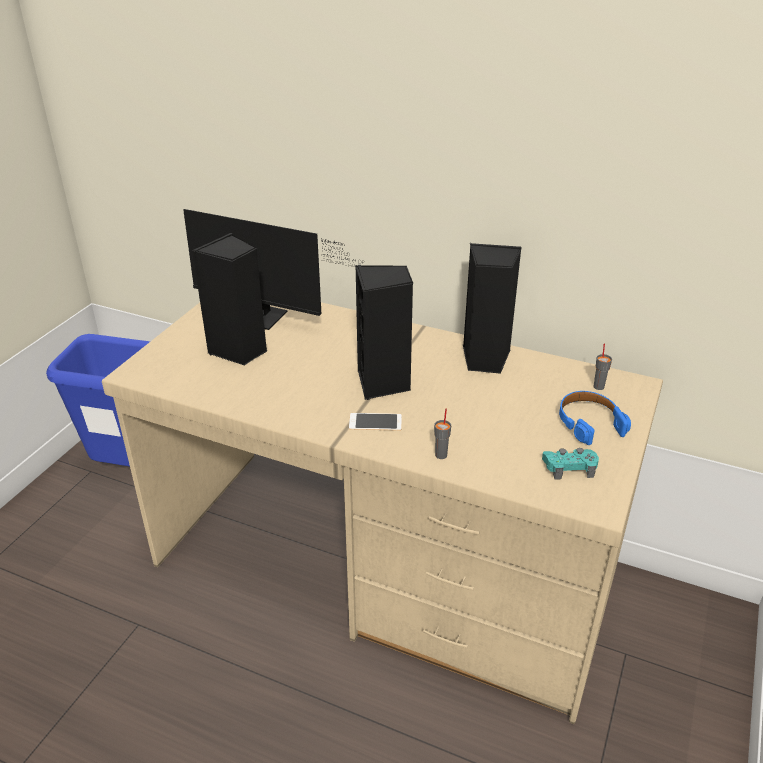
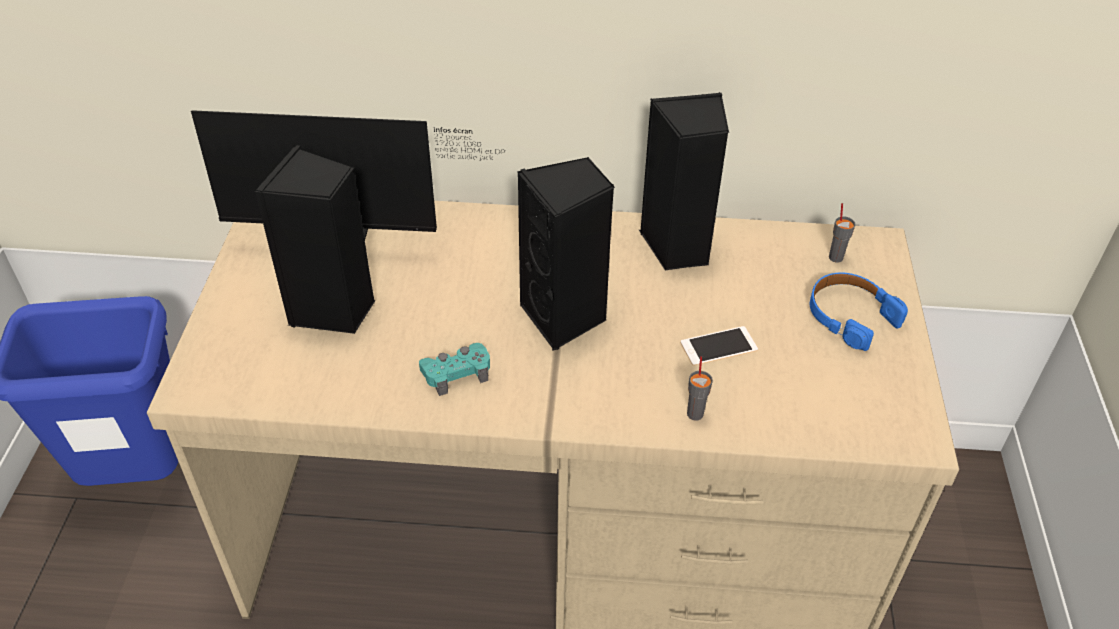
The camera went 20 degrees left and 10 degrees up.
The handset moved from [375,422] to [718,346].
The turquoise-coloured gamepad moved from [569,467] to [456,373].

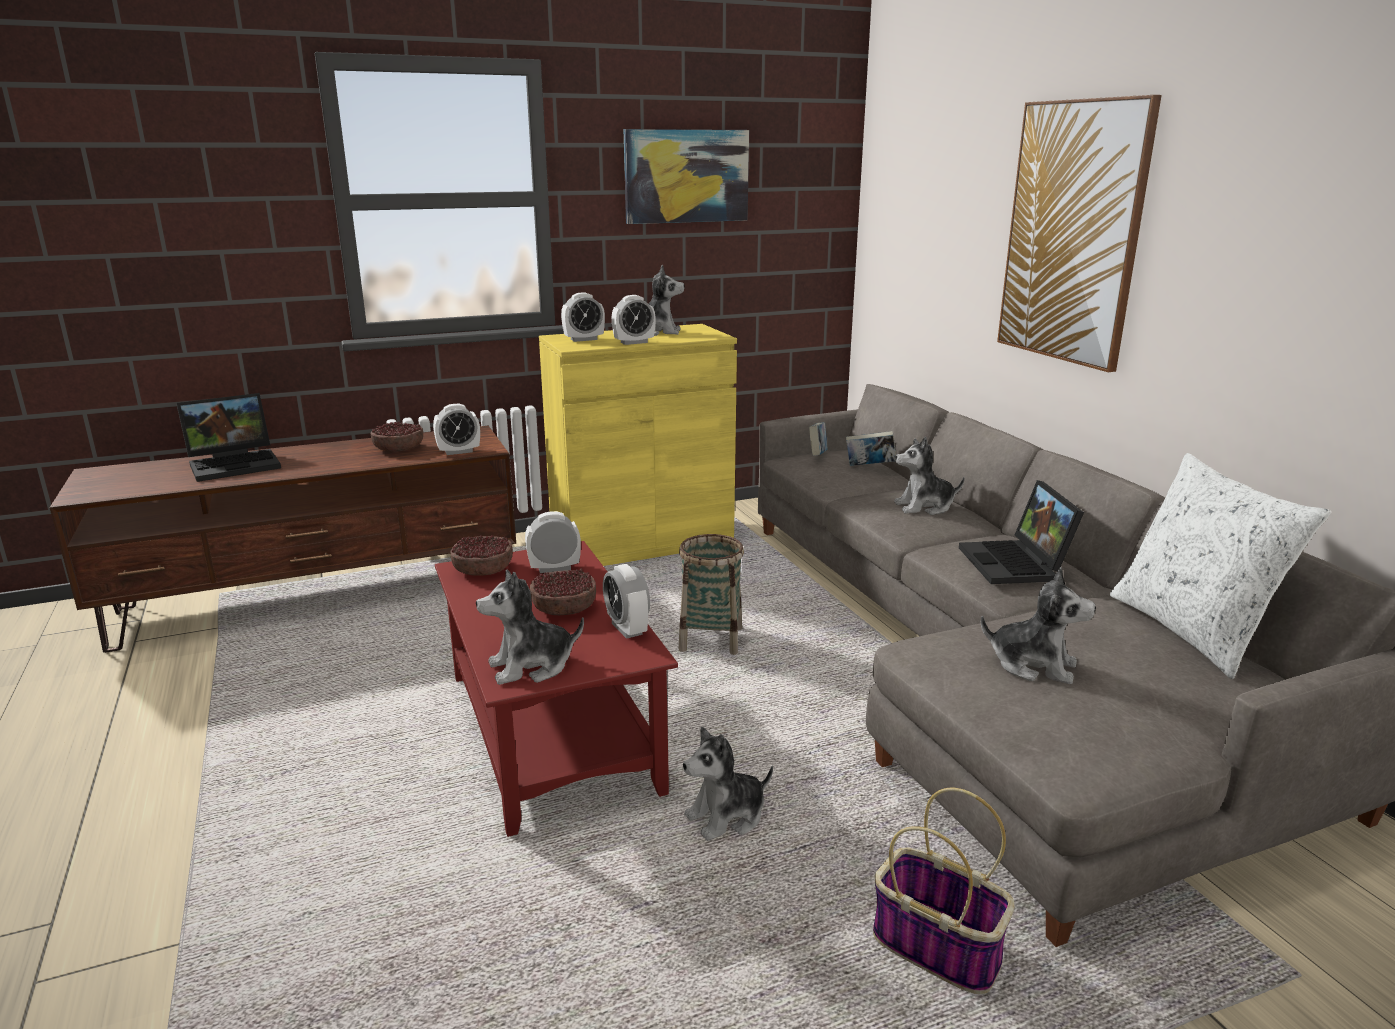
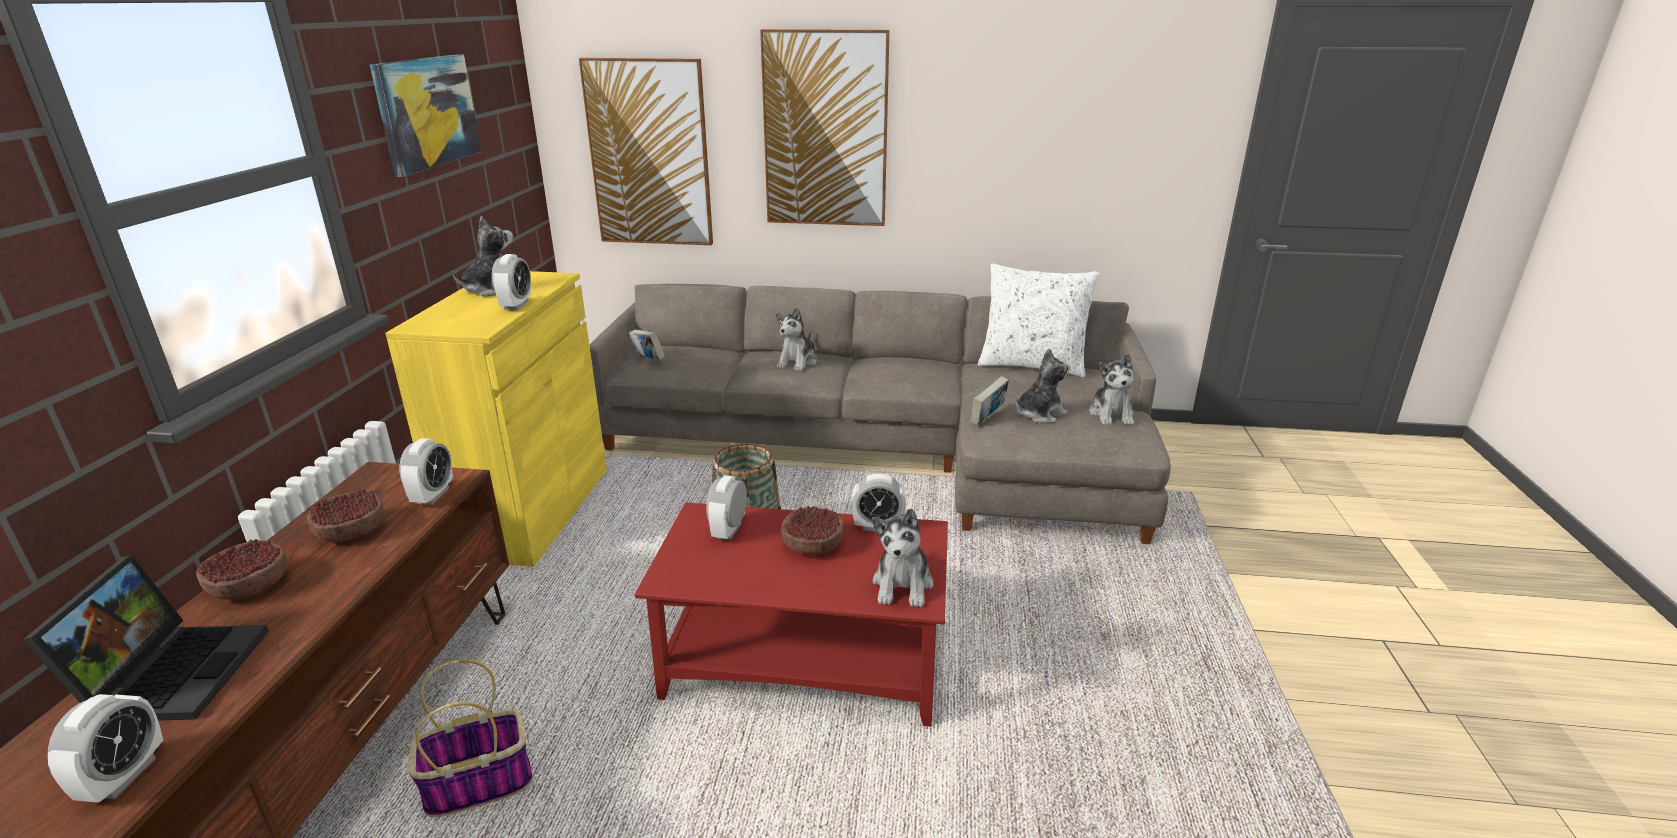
The camera went 60 degrees left and 5 degrees up.
The bowl moved from [483,569] to [248,585].
The table clock moved from [584,339] to [124,777].
The soft toy moved from [727,816] to [1111,414].
The book moved from [869,467] to [987,418].
The household basket moved from [939,947] to [480,783].
The laptop at [1017,564] disappeared.
The wall picture at [649,154] appeared.

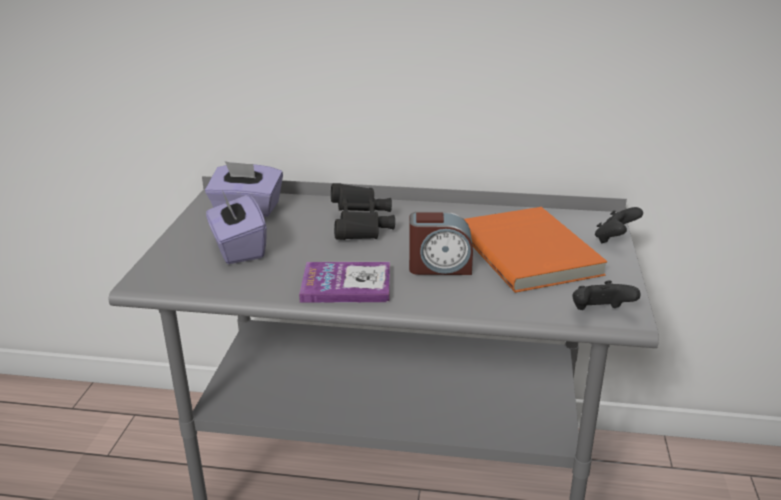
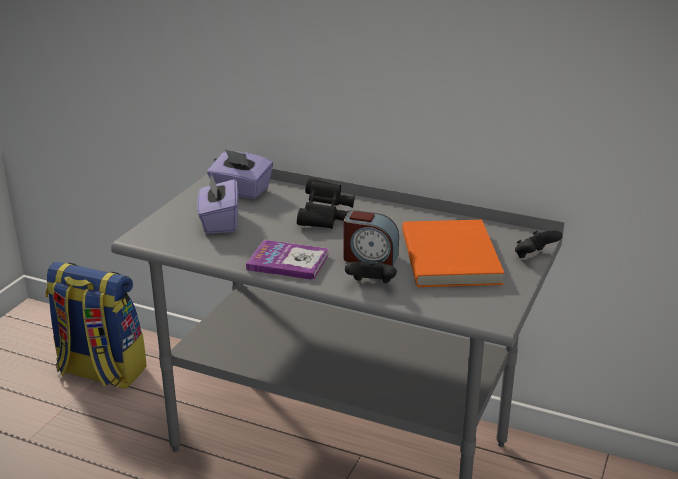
The camera went 15 degrees right and 0 degrees up.
The black-coloured gamepad moved from [599,313] to [371,285].
The backpack at [100,372] appeared.

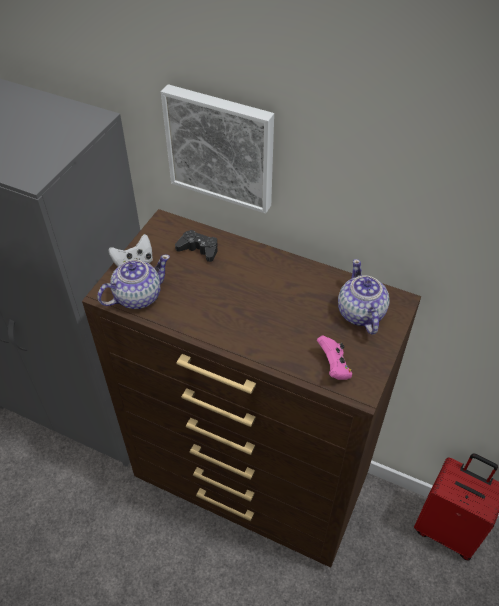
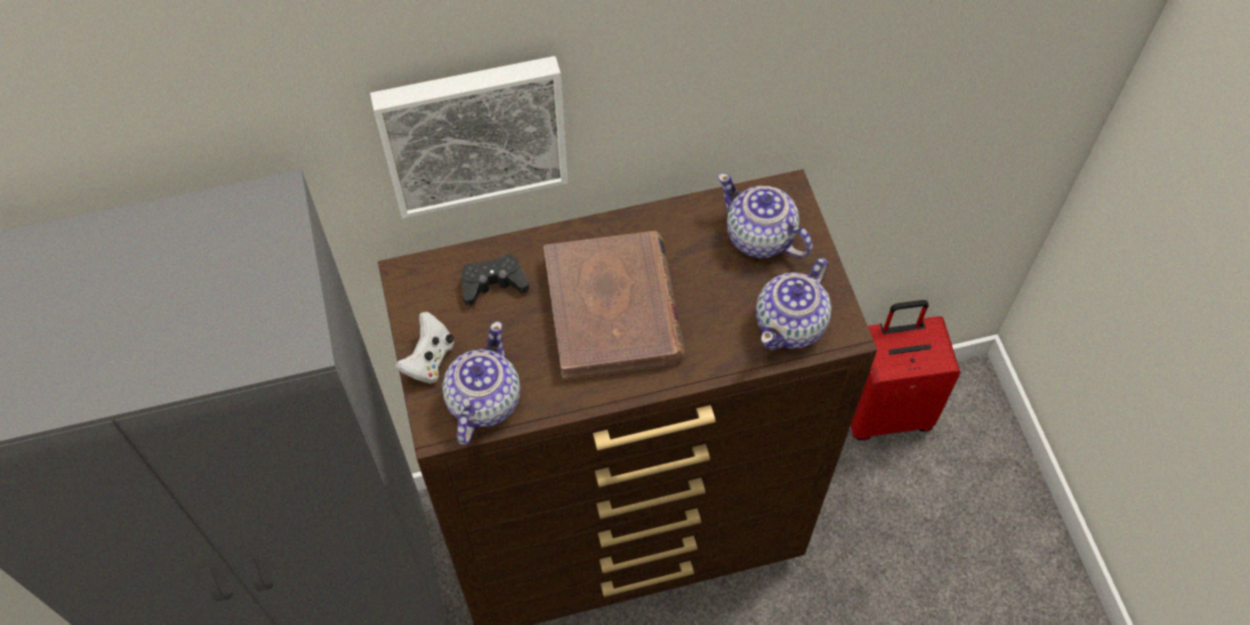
The camera went 40 degrees left and 10 degrees up.
The pink gamepad at [334,367] was replaced by the pot for tea at [791,324].
The brown-coloured book at [613,309] appeared.

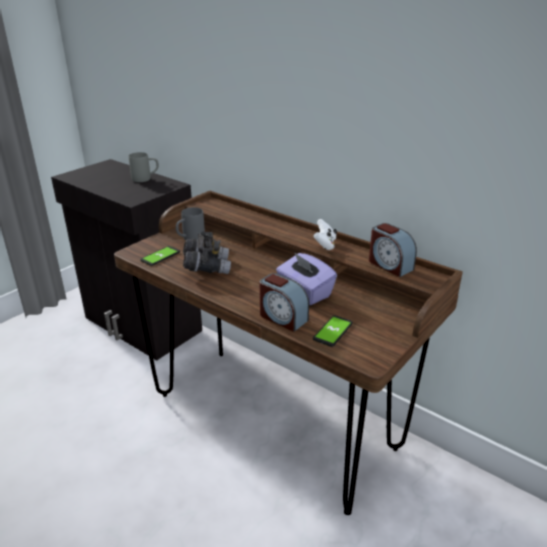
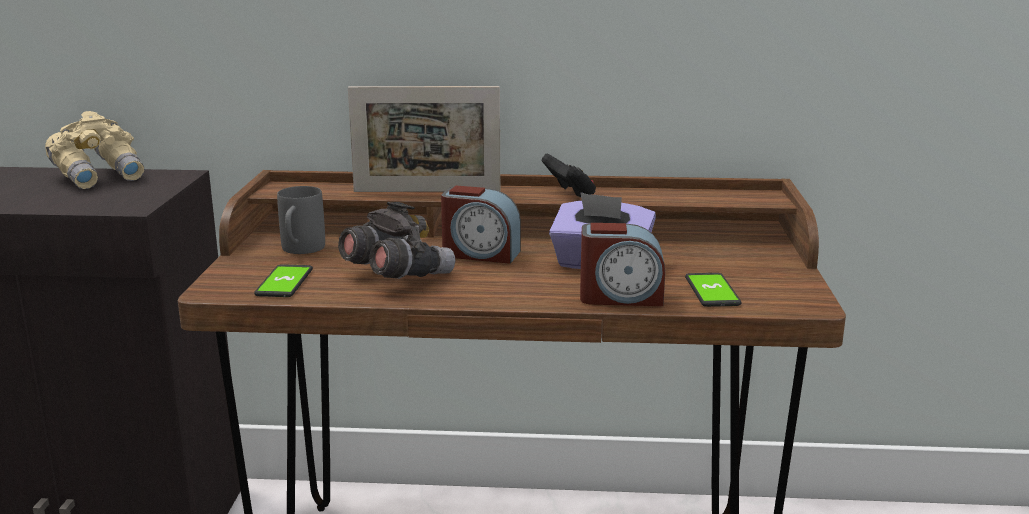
The camera went 35 degrees left and 10 degrees down.
The gray mug at [145,179] was replaced by the beige field glasses at [99,177].
The white-coloured gamepad at [325,244] became the black-coloured gamepad at [570,193].
The table clock moved from [389,265] to [480,254].
The photo frame at [427,191] appeared.

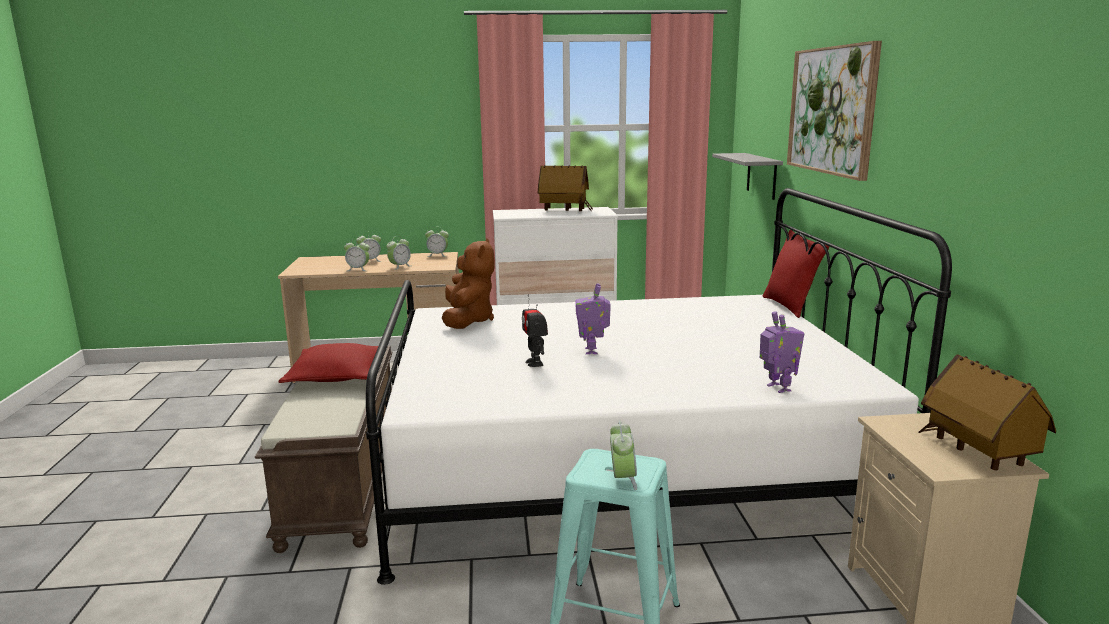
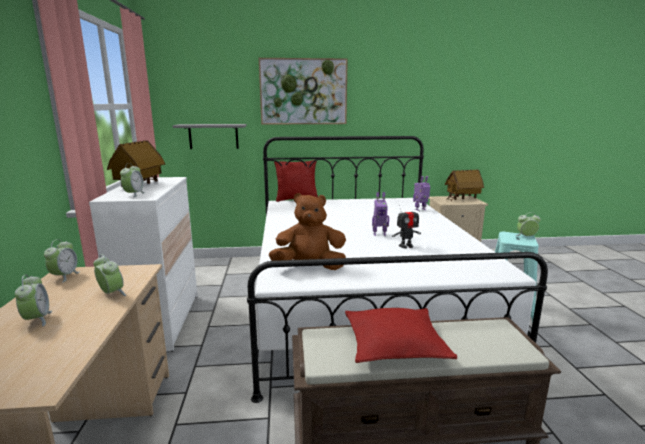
The camera went 90 degrees left and 0 degrees up.
The table clock moved from [358,269] to [134,194].

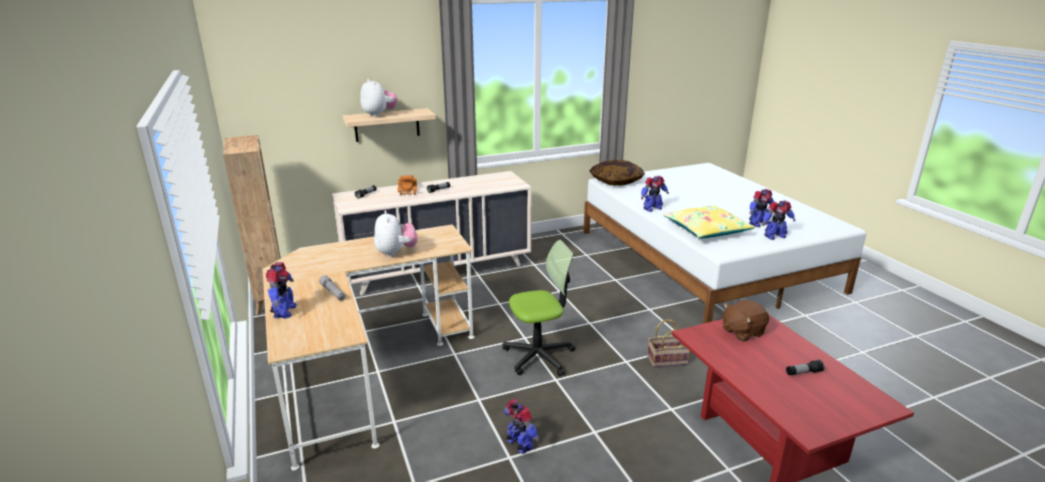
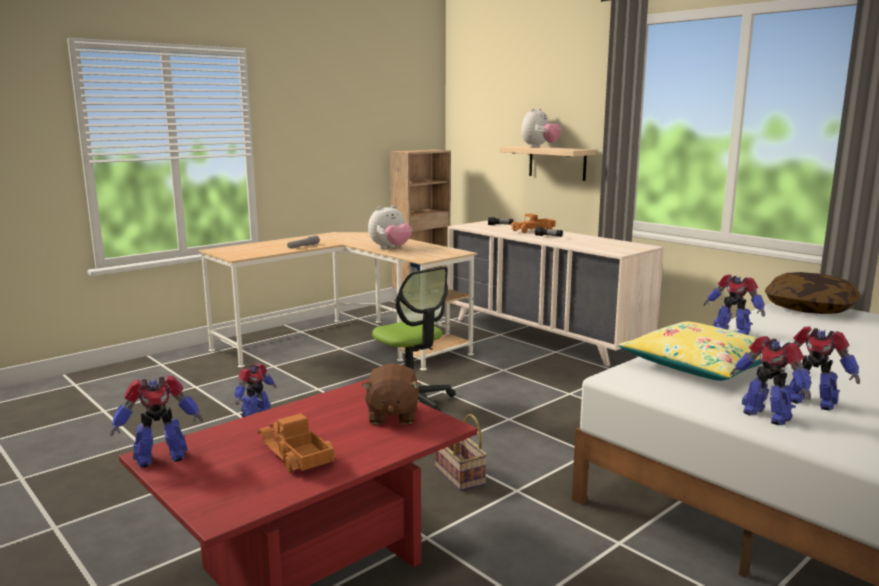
The camera went 70 degrees right and 10 degrees down.
The model robot moved from [284,312] to [160,458].
The brown-coloured soft toy at [742,332] turned 135 degrees counterclockwise.
The hand torch at [803,373] was replaced by the toy lorry at [295,455].

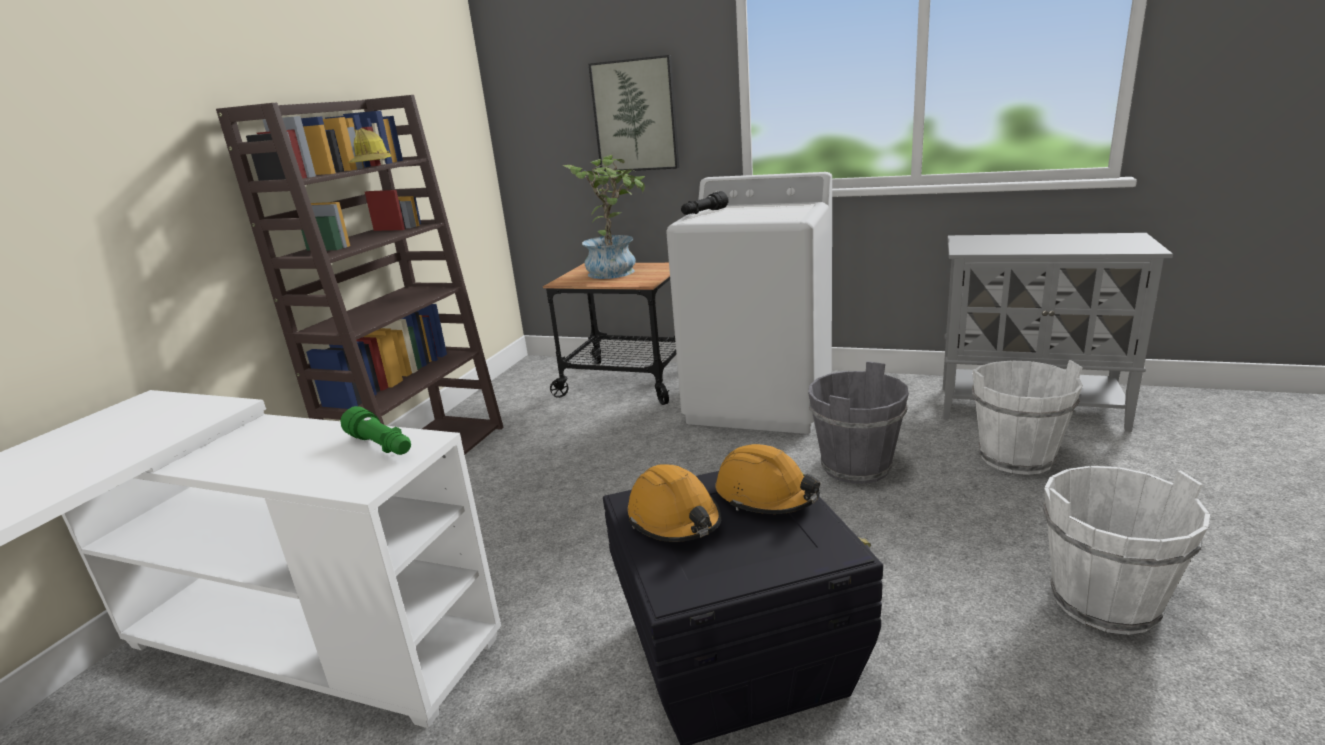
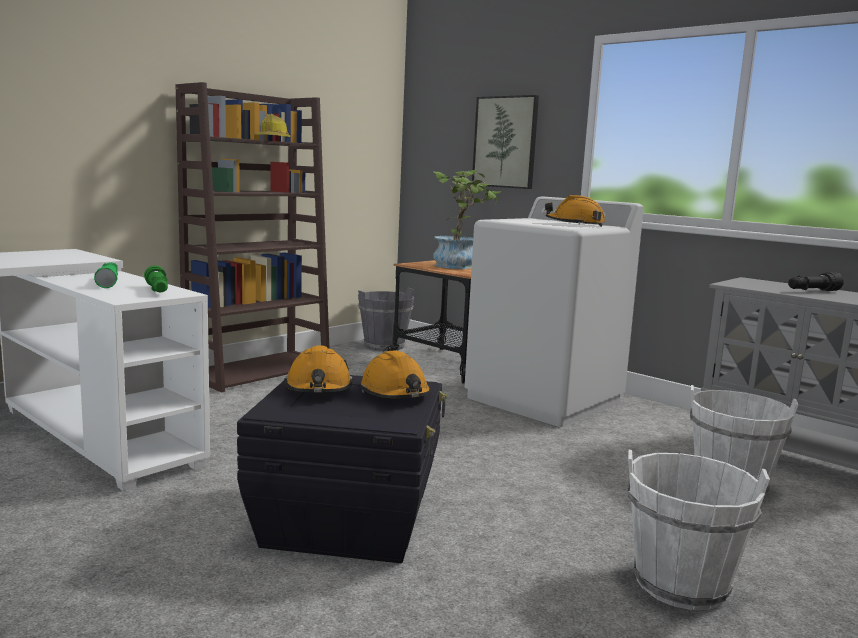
The camera went 20 degrees right and 10 degrees down.
The black-coloured hand torch moved from [703,213] to [812,291].
The gray water bucket moved from [855,466] to [384,346].
The greenish hand torch at [109,282] appeared.
The orange work helmet at [575,224] appeared.

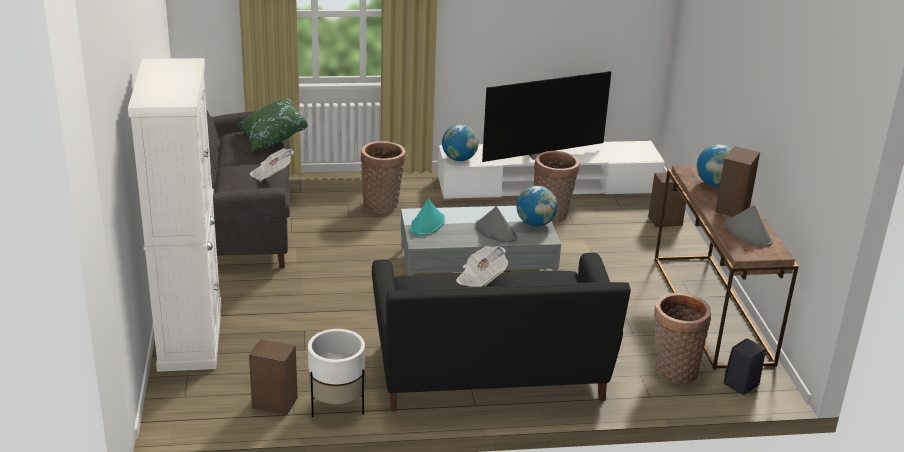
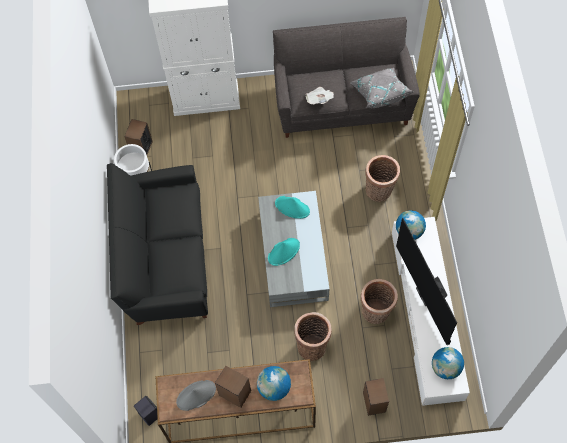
The camera went 95 degrees right and 35 degrees up.
The greenish cushion at [271,138] became the gray cushion at [379,93].
The newspaper at [481,279] disappeared.
The gray hat at [495,232] became the turquoise-coloured hat at [284,252].
The globe moved from [535,224] to [445,367].
The household basket moved from [673,371] to [312,345].

